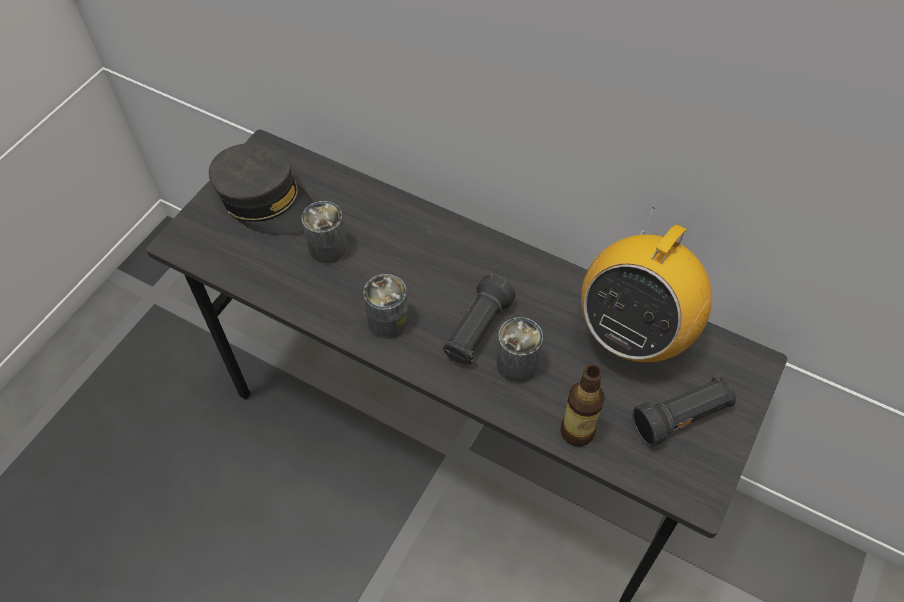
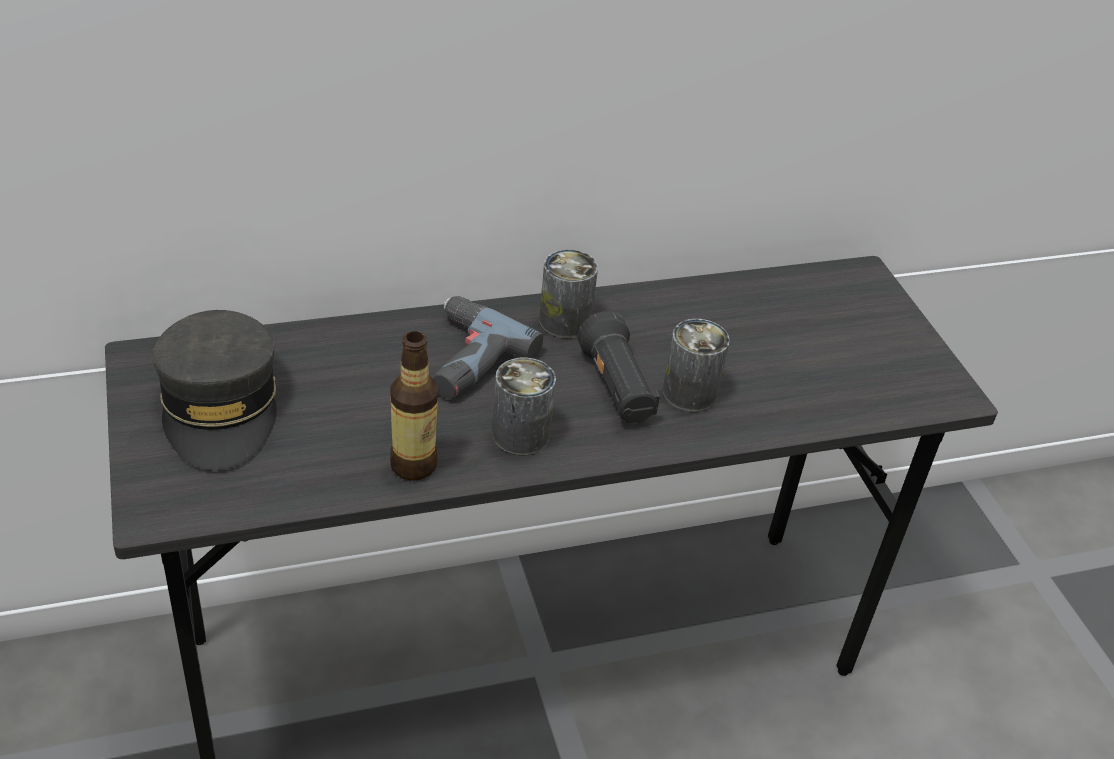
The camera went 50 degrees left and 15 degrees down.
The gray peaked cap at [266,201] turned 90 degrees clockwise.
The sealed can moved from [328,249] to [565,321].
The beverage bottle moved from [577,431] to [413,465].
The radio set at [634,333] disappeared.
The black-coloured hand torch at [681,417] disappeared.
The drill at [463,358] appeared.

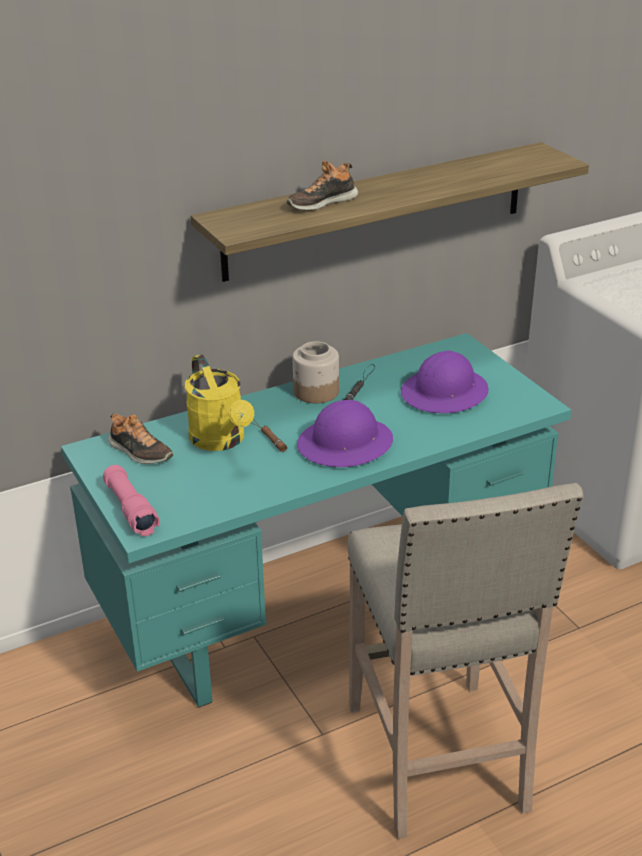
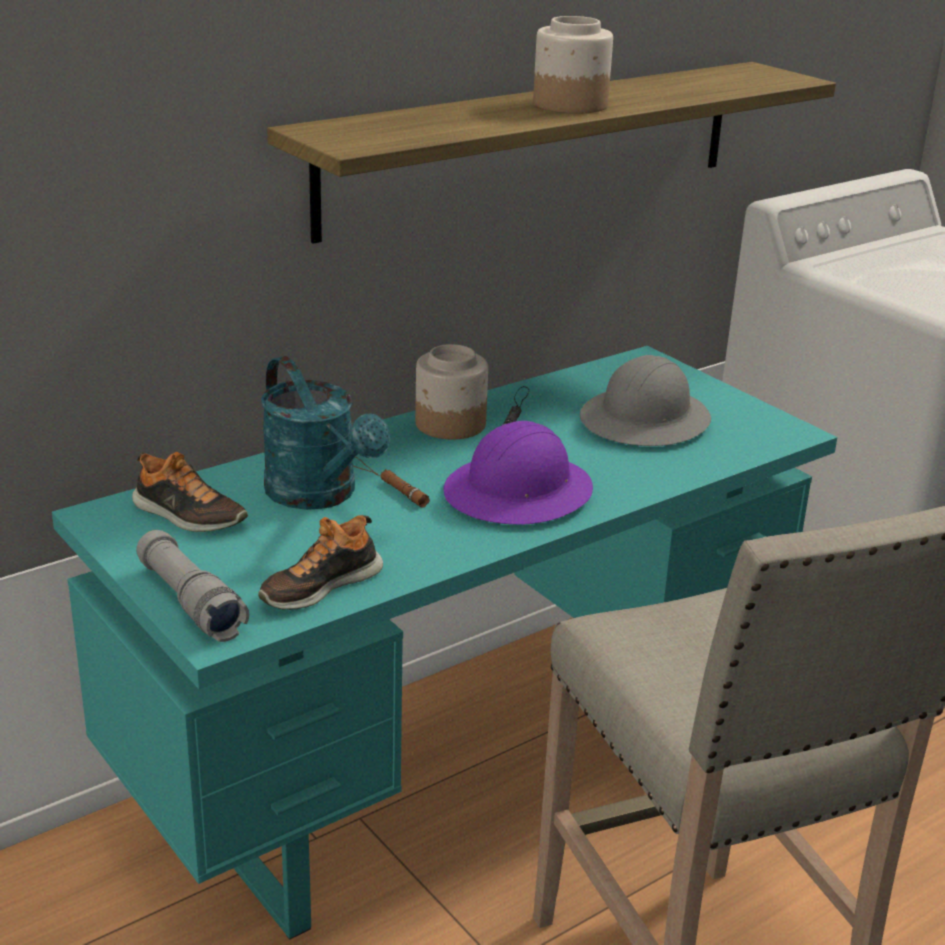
The camera went 10 degrees left and 5 degrees down.
The pink hand torch at [131,509] became the gray hand torch at [190,602].
The yellow sprinkling can at [221,441] became the turquoise-coloured sprinkling can at [320,495].
The item of footwear moved from [321,202] to [320,586].
The purple work helmet at [445,393] became the gray work helmet at [645,421].
The storage jar at [569,105] appeared.

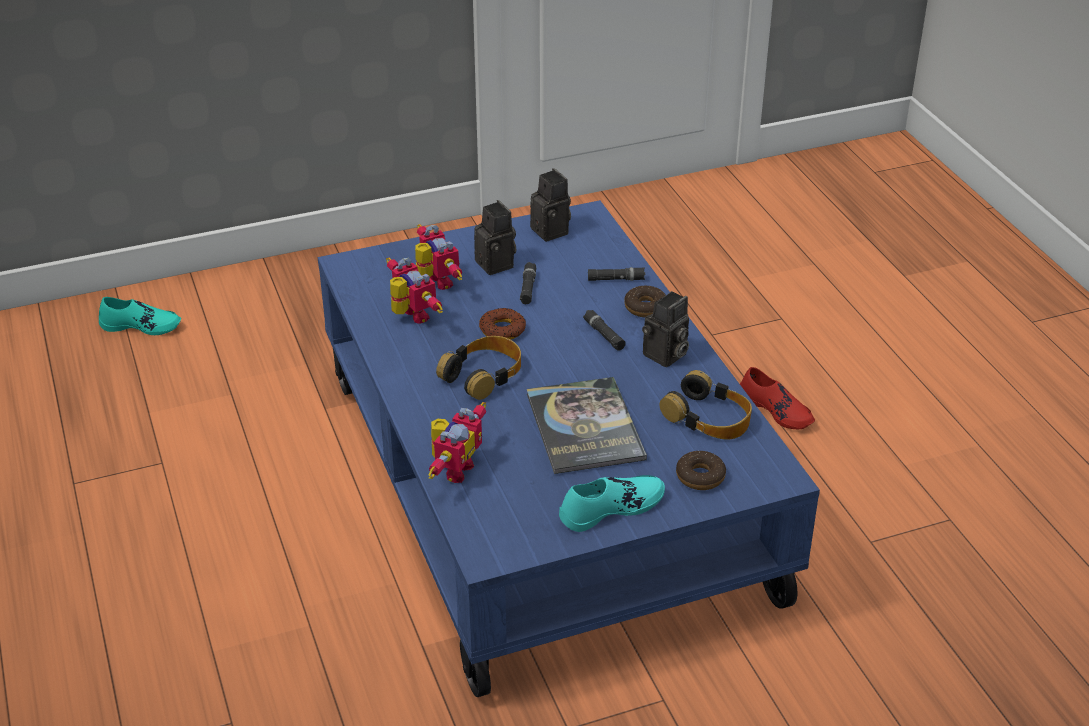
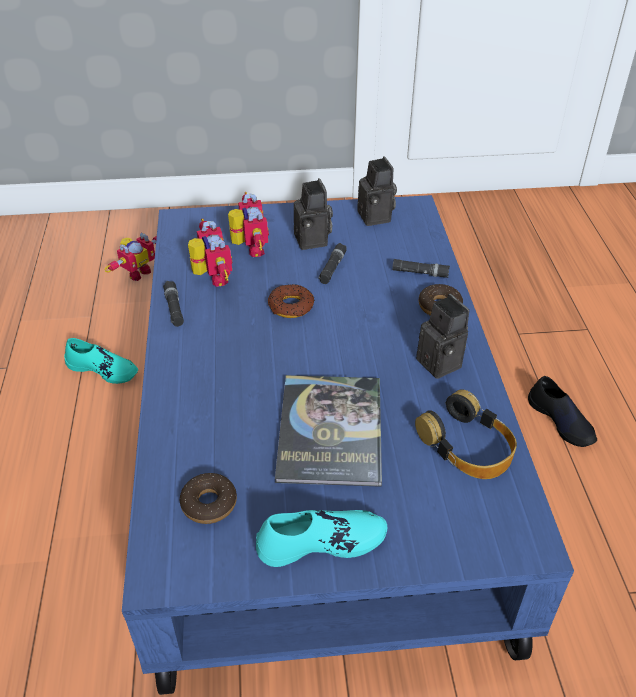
The camera went 15 degrees right and 5 degrees up.
The turquoise-coloured item of footwear moved from [141,326] to [103,369].
The model robot moved from [453,469] to [137,272].
The headset at [483,374] disappeared.
The black-coloured hand torch moved from [604,335] to [174,308].
The photo camera at [665,356] turned 90 degrees counterclockwise.
The donut moved from [700,476] to [209,503].
The red-coloured item of footwear at [776,410] became the black-coloured item of footwear at [561,421].

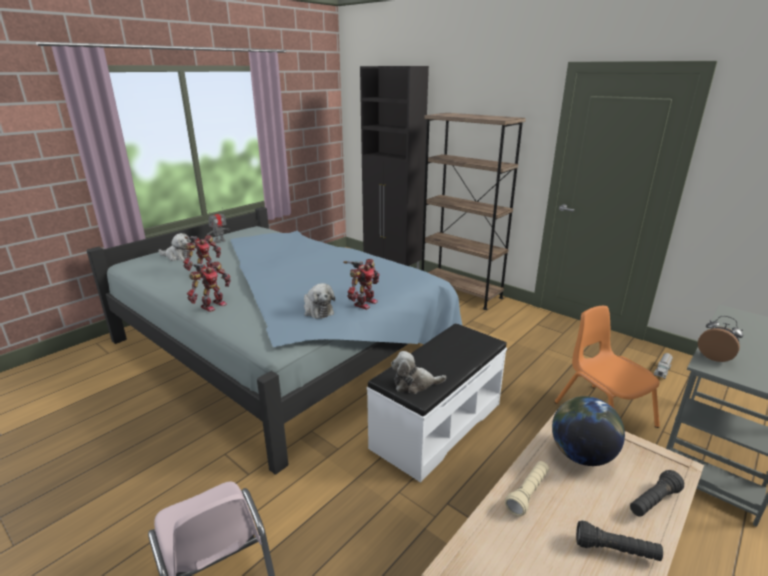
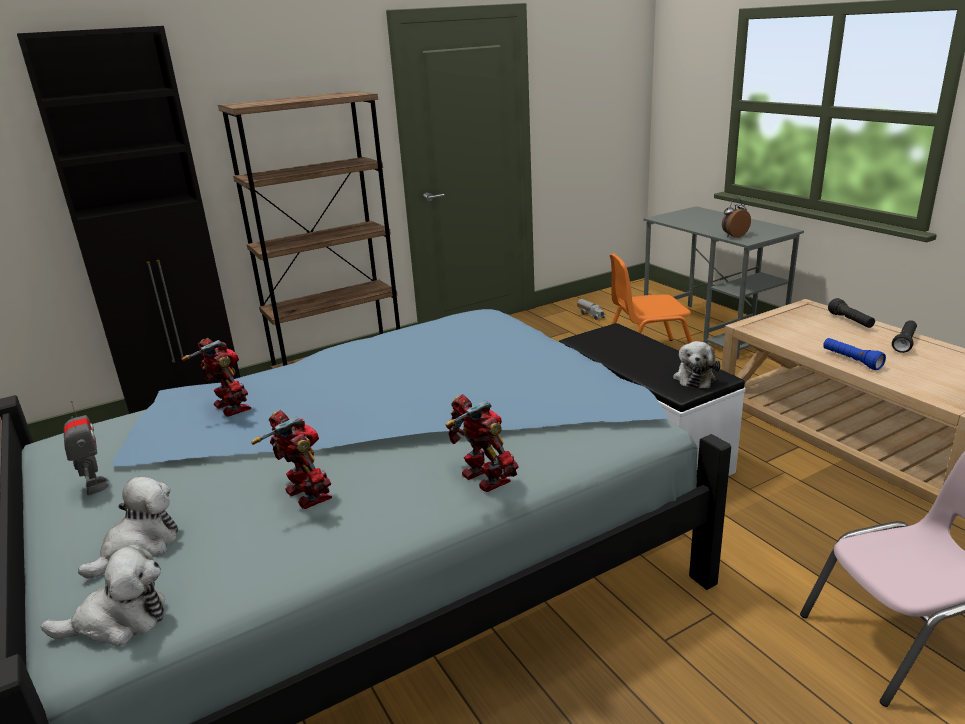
The camera went 70 degrees left and 0 degrees up.
The soft toy moved from [317,310] to [119,621].
The model robot moved from [364,303] to [229,408].
The beige hand torch at [527,493] became the bluish hand torch at [851,360].
The globe at [581,455] disappeared.

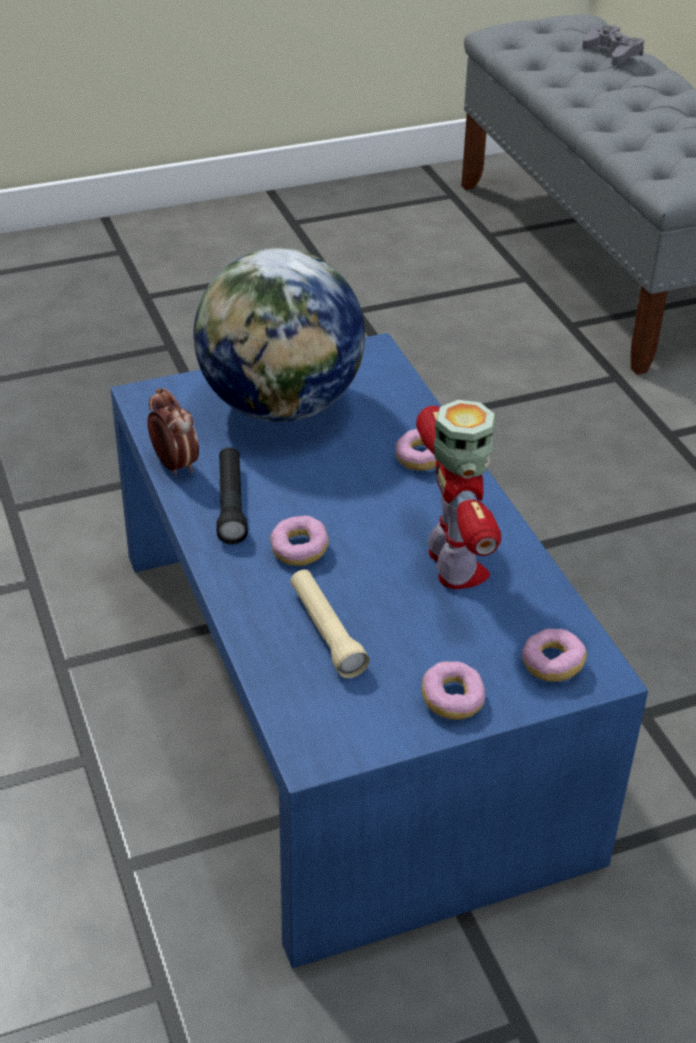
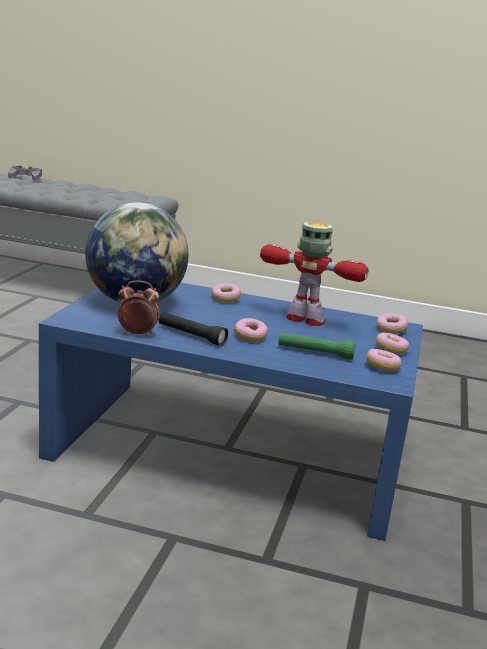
The camera went 55 degrees left and 20 degrees down.
The beige hand torch at [326,632] became the greenish hand torch at [315,353].
The donut at [382,367] appeared.

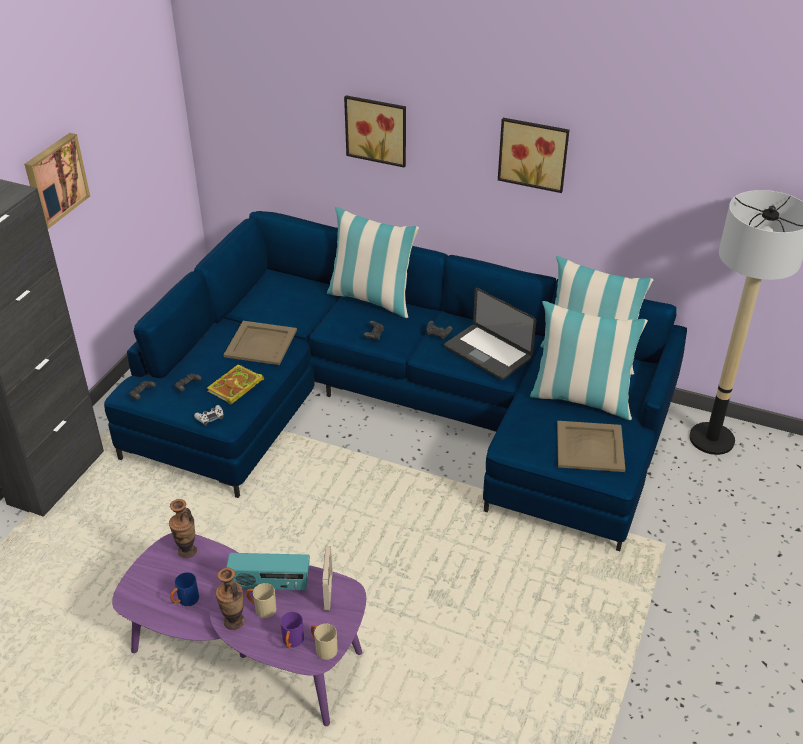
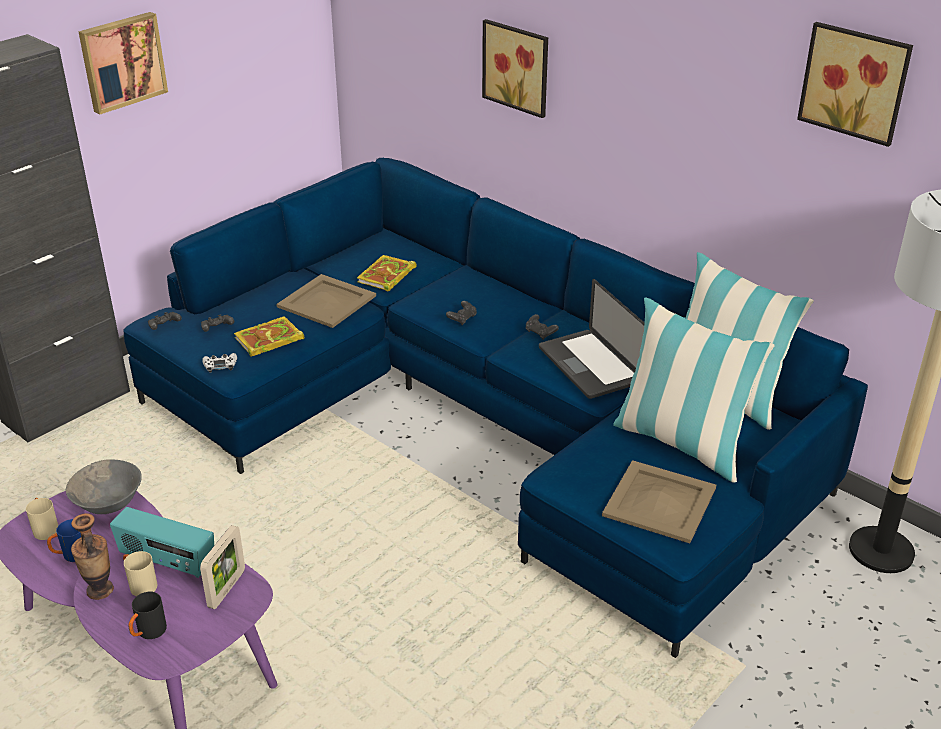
The camera went 20 degrees right and 5 degrees down.
The vase at [187,551] was replaced by the gray bowl at [109,502].
The purple mug at [292,642] became the black-coloured mug at [148,633].
The beige mug moved from [323,648] to [45,529].
The cushion at [371,299] disappeared.
The wall picture moved from [534,153] to [856,82].
The book at [386,277] appeared.

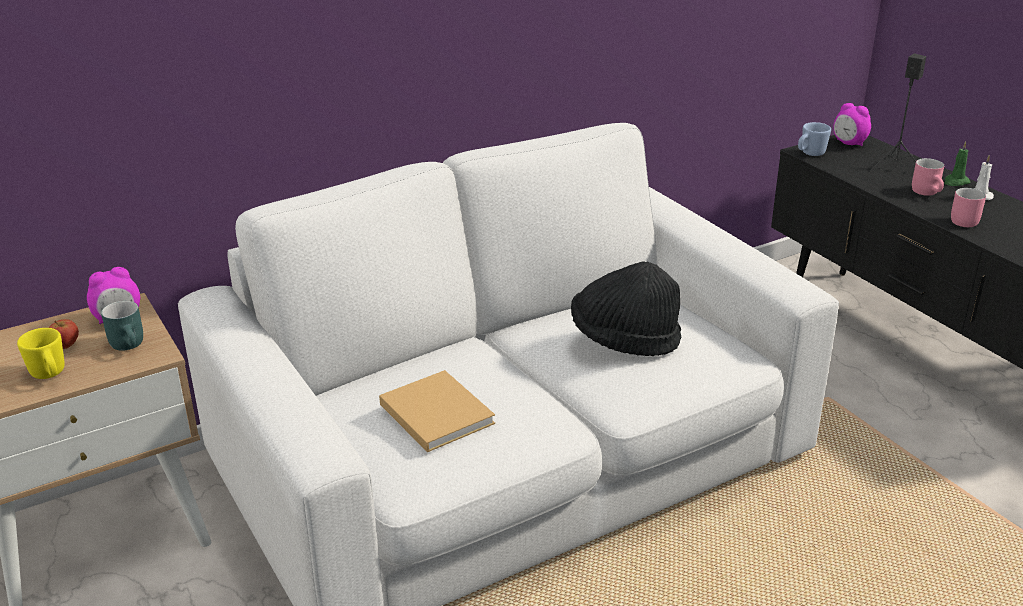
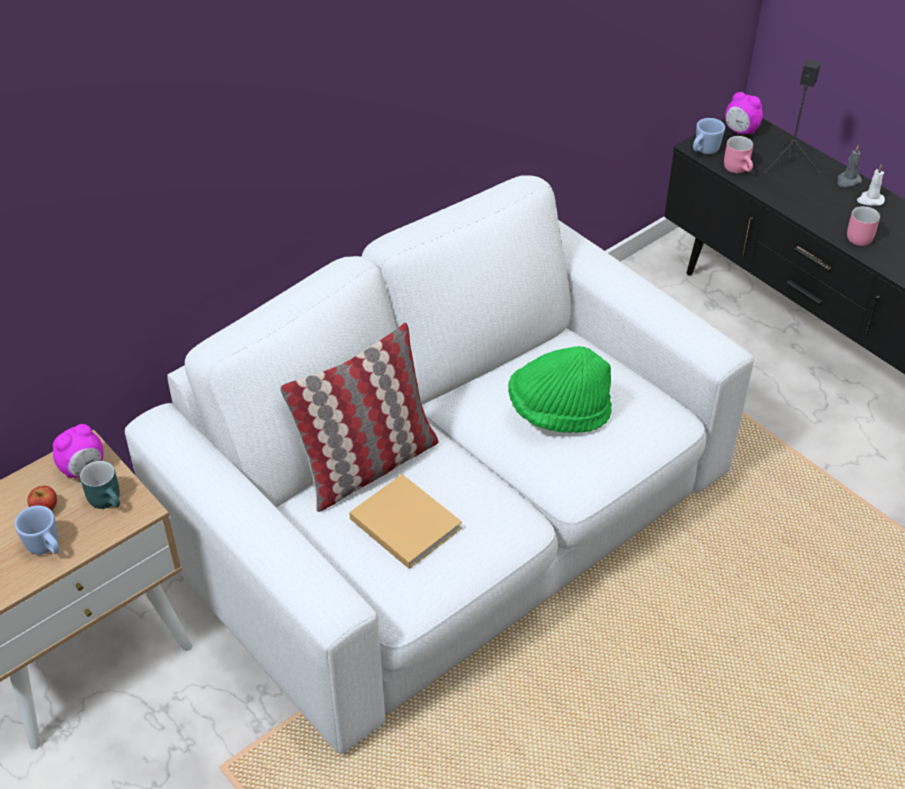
The camera went 10 degrees left and 15 degrees up.
The yellow mug at [50,375] became the bluish mug at [46,548].
The black-coloured hat at [624,340] became the greenish hat at [558,412].
The pink mug moved from [928,192] to [739,169].
The greenish wax light at [955,182] became the gray wax light at [848,181].
The cushion at [367,465] appeared.

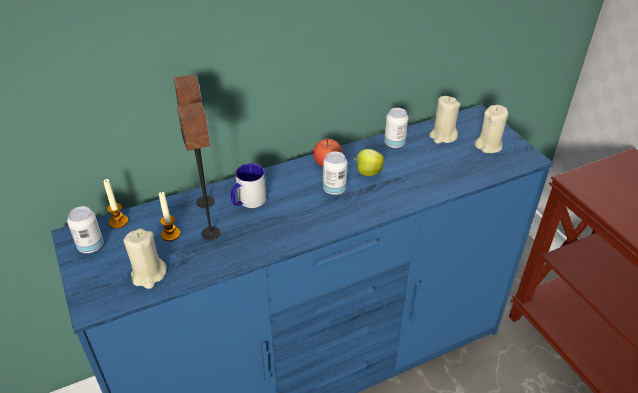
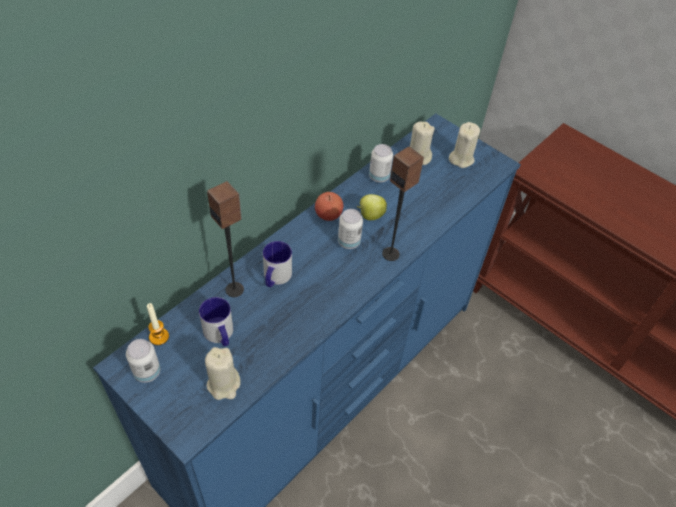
The camera went 25 degrees left and 10 degrees up.
The wax light at [170,234] was replaced by the mug at [220,335].
The speaker moved from [211,233] to [391,254].

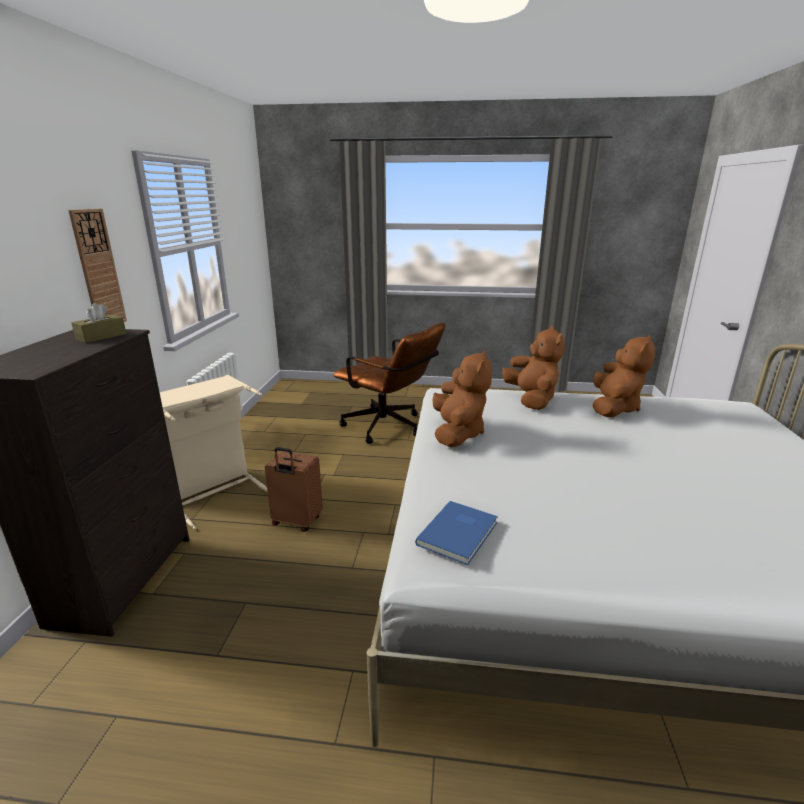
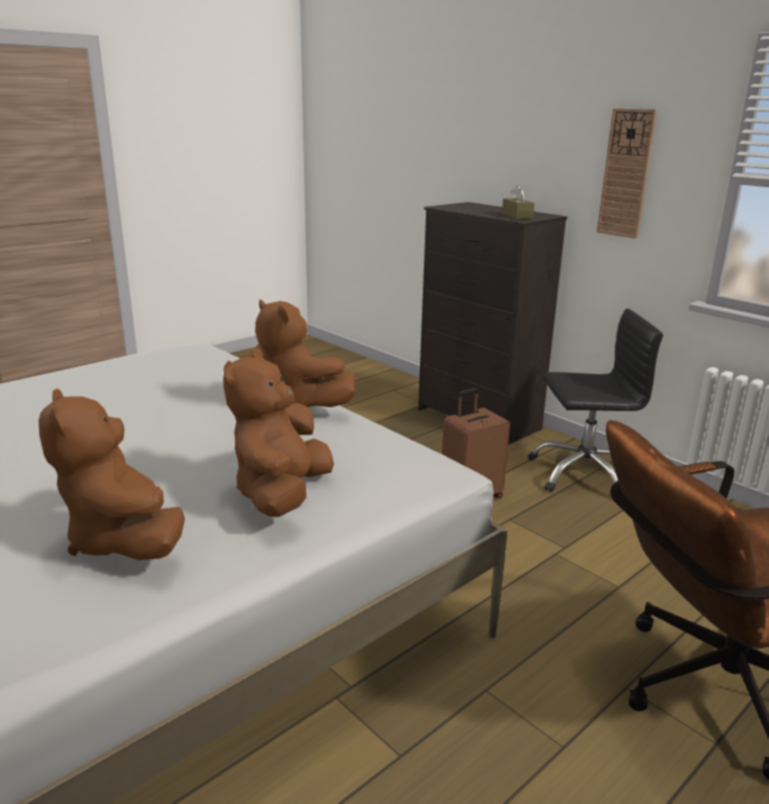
The camera went 130 degrees right and 0 degrees up.
The beige laundry basket at [215,493] was replaced by the black-coloured office chair at [584,473].
The bluish book at [460,533] disappeared.
The brown-coloured soft toy at [531,399] turned 75 degrees clockwise.

